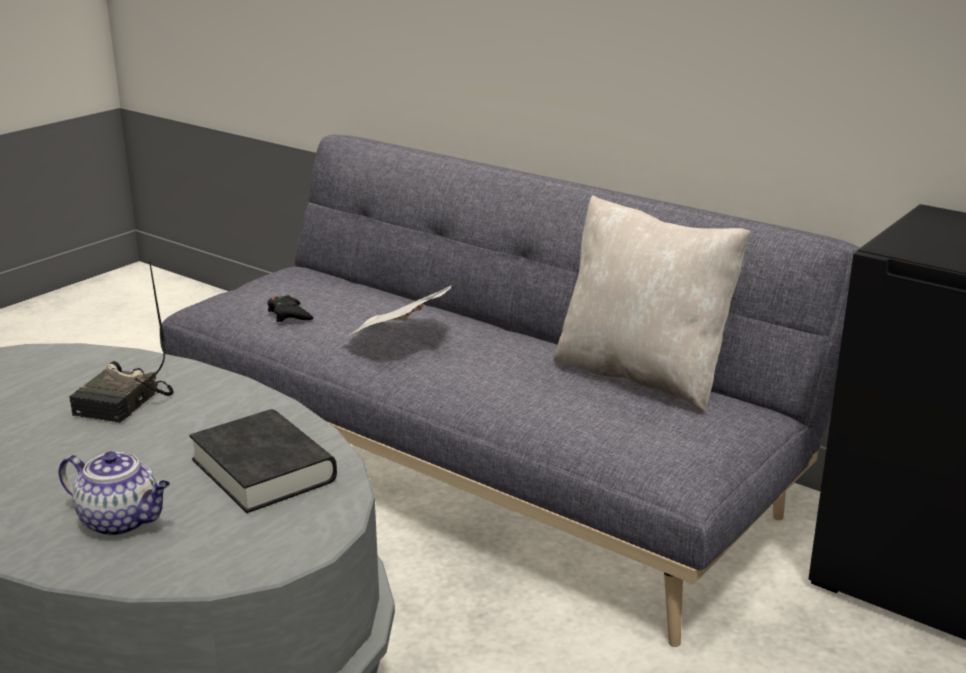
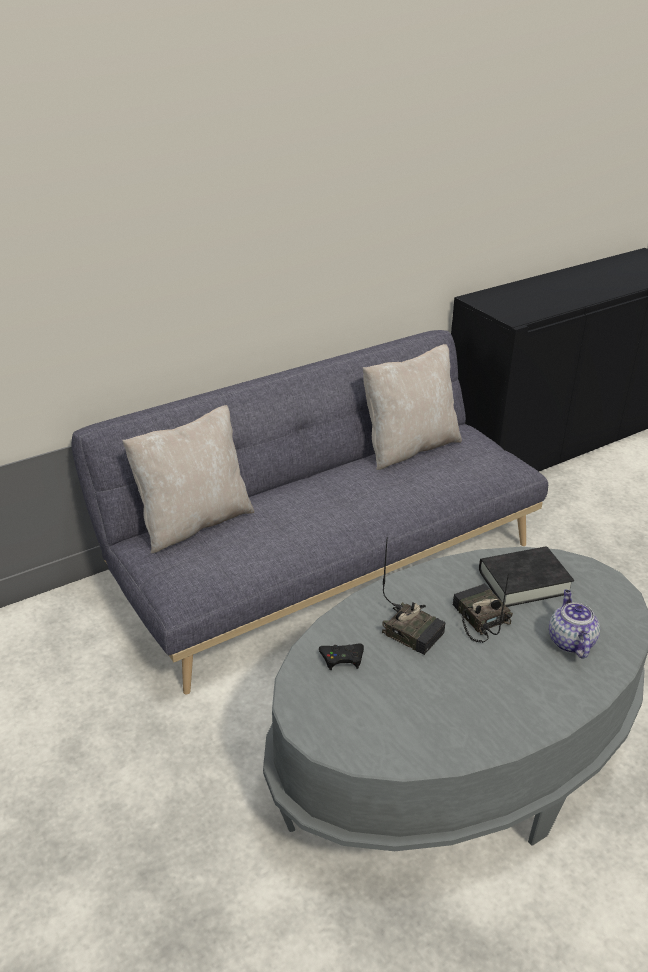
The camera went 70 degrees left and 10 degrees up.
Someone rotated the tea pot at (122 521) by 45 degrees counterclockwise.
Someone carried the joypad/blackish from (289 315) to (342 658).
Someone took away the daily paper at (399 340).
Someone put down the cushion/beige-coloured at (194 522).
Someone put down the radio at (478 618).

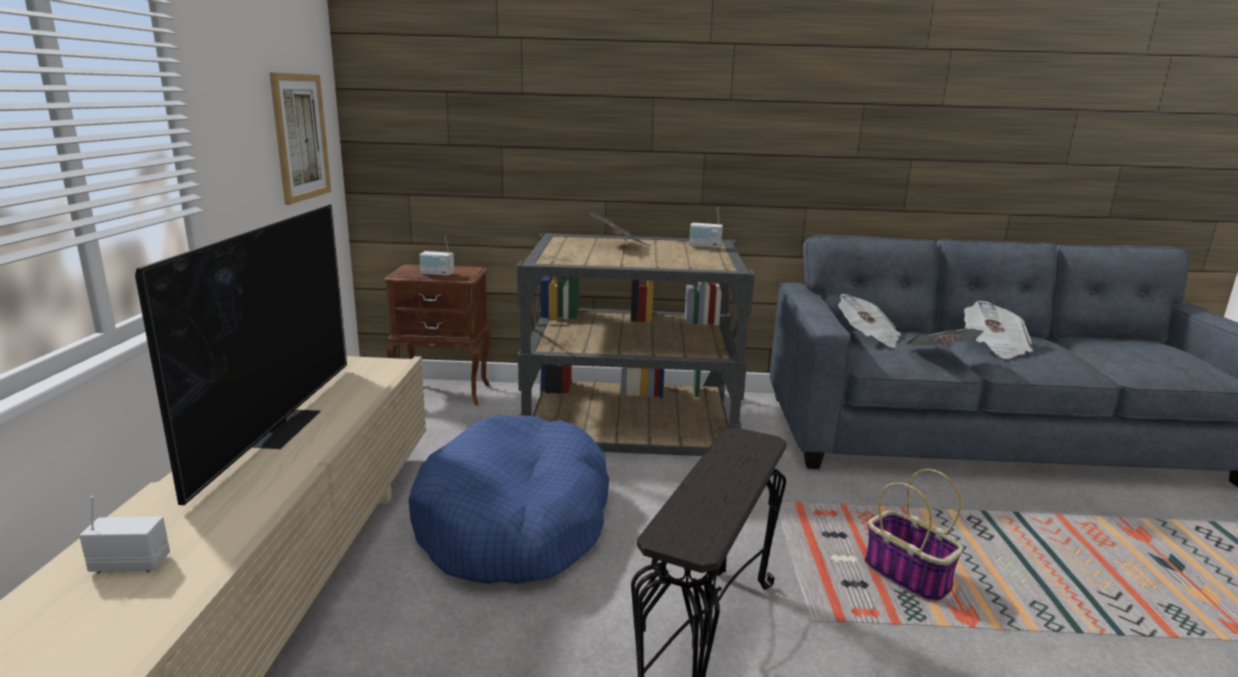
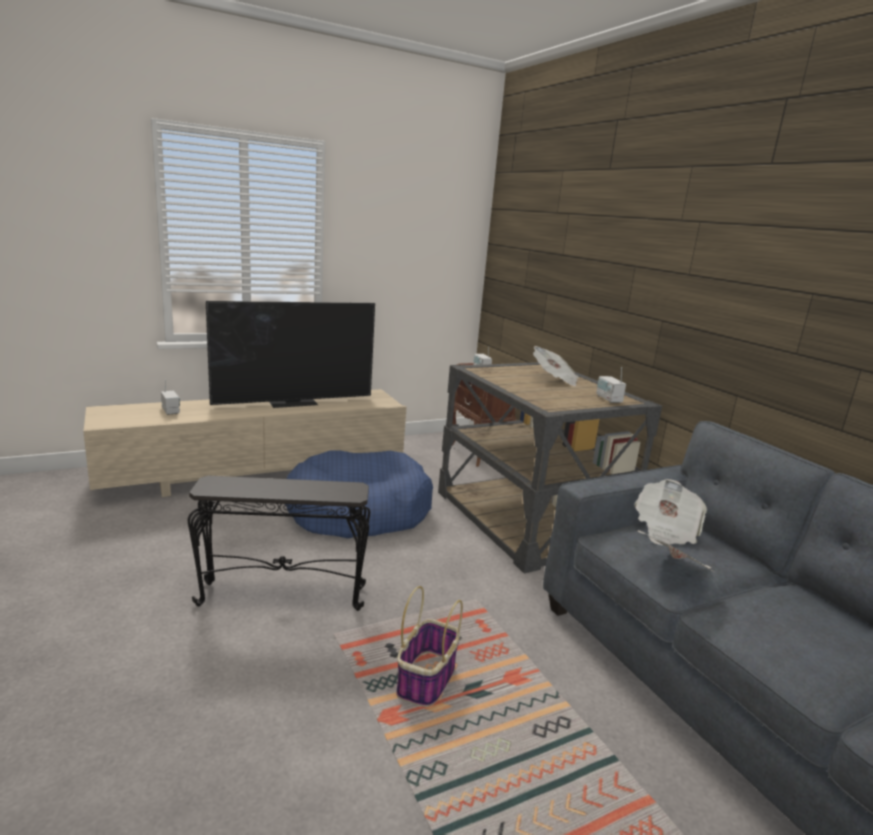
The camera went 60 degrees right and 0 degrees up.
Someone took away the wall picture at (301 137).
Someone took away the daily paper at (994 347).

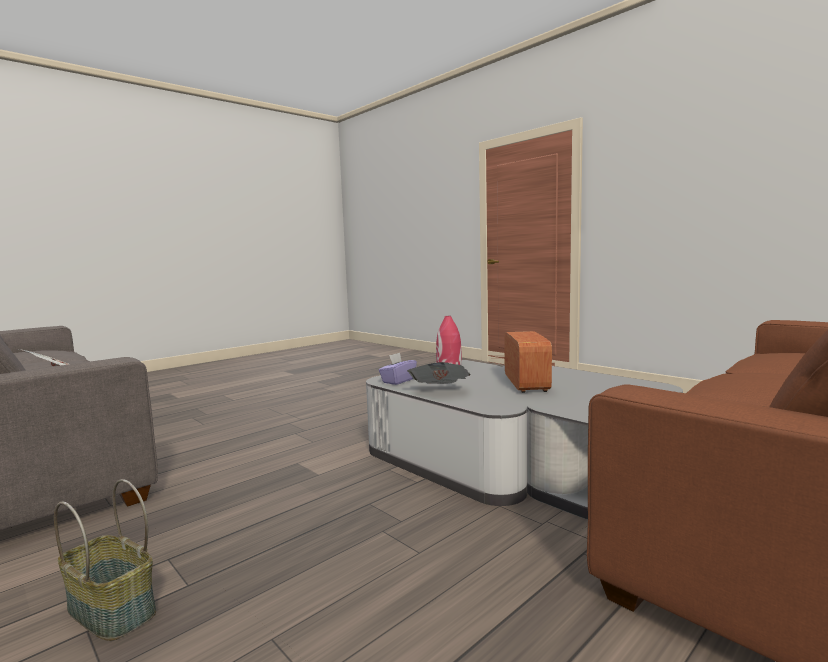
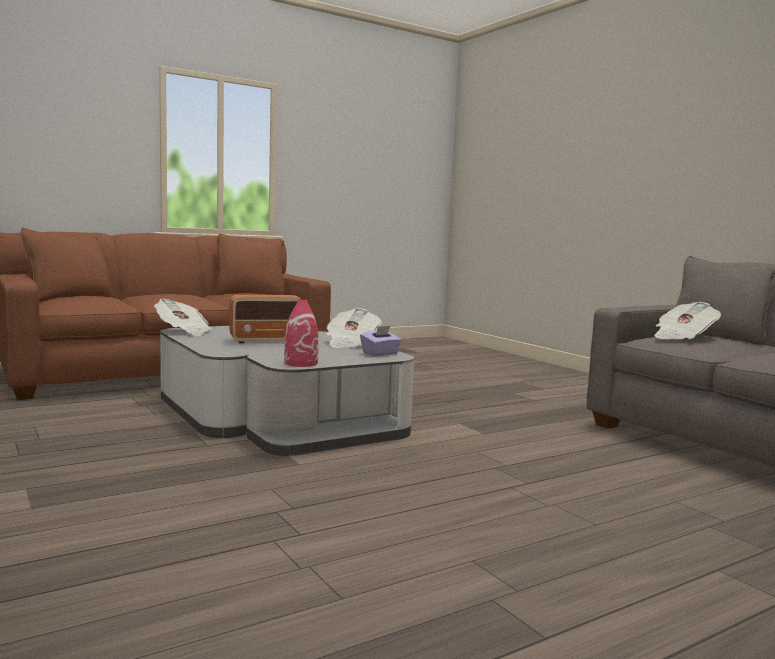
The camera went 170 degrees left and 0 degrees up.
Someone took away the basket at (109 611).
Someone rotated the radio at (526 383) by 120 degrees counterclockwise.
Someone put down the daily paper at (183 332).

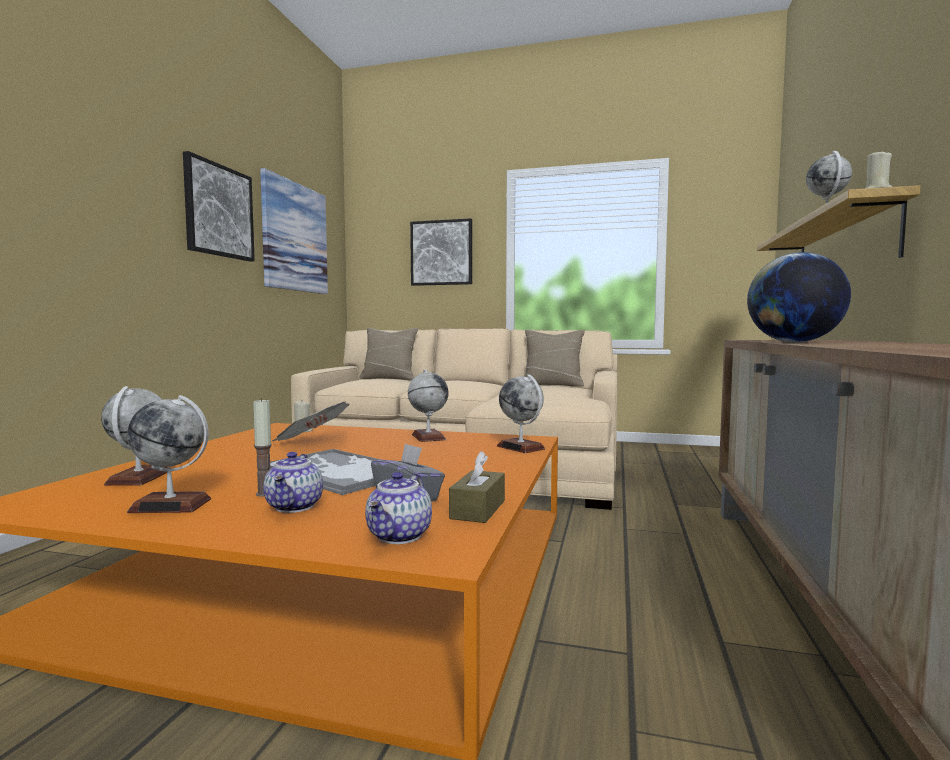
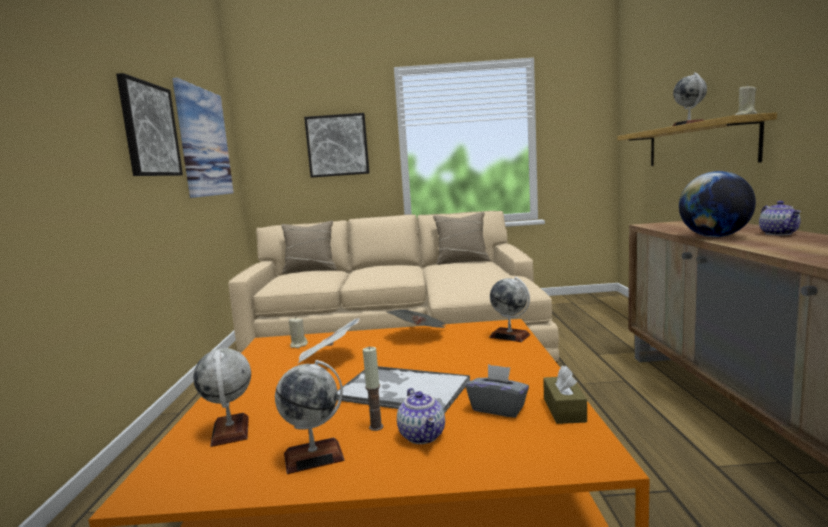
The camera went 15 degrees left and 5 degrees up.
Someone carried the tea pot from (400 536) to (779 233).
Someone swapped the desk globe at (428 437) for the daily paper at (420 335).

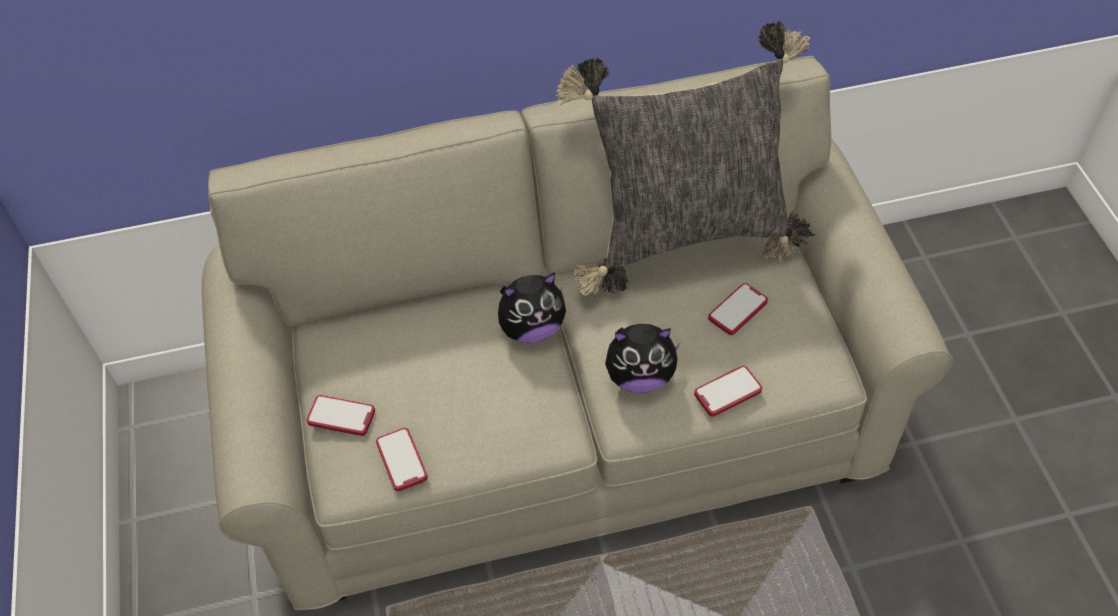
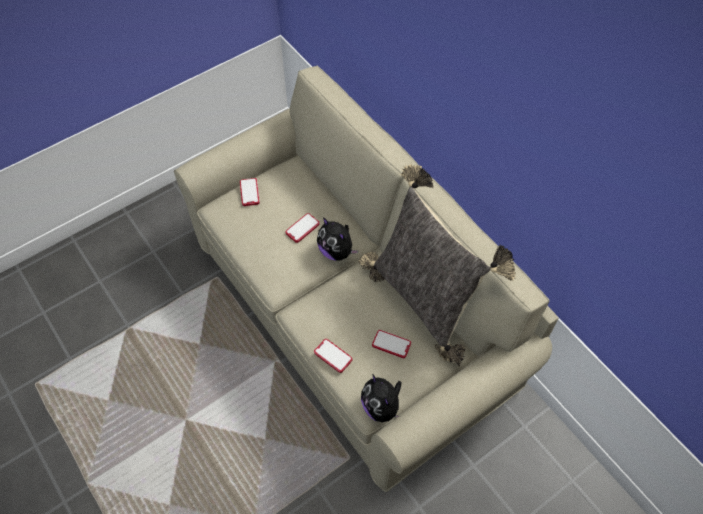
The camera went 65 degrees right and 5 degrees up.
Someone carried the phone from (402 460) to (302 228).
Someone carried the cuddly toy from (640 377) to (382 407).

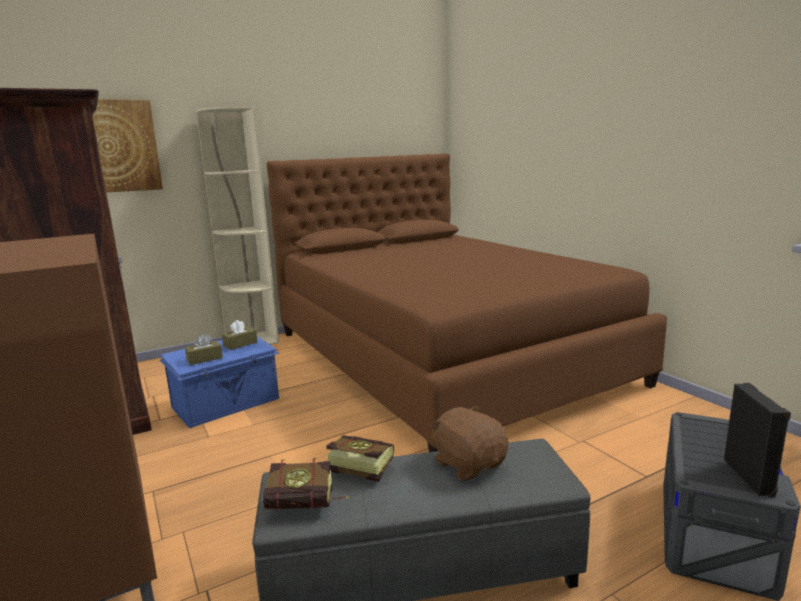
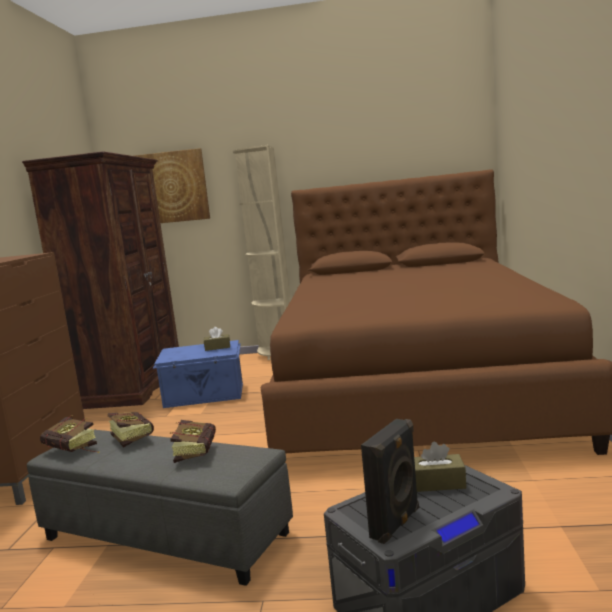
The camera went 35 degrees right and 5 degrees down.
Someone carried the box of tissues/brown-coloured from (204 359) to (436 483).
Someone swapped the cuddly toy/brown-coloured at (468 464) for the book at (197 452).

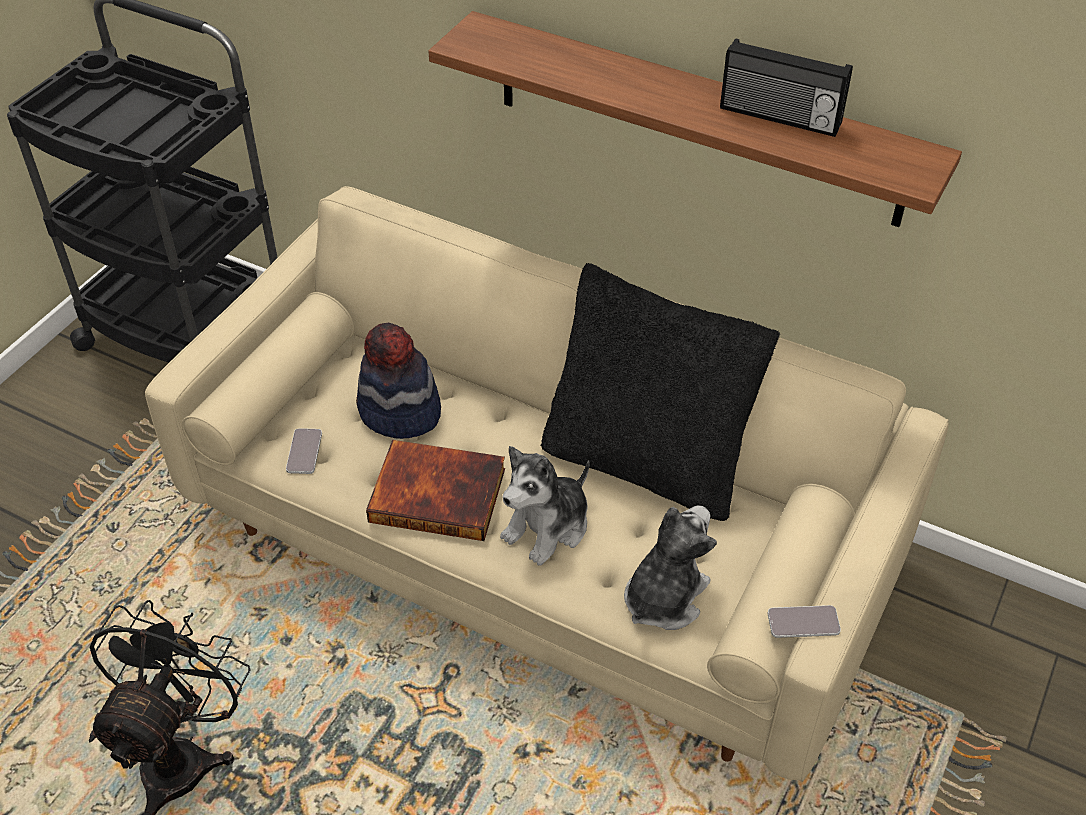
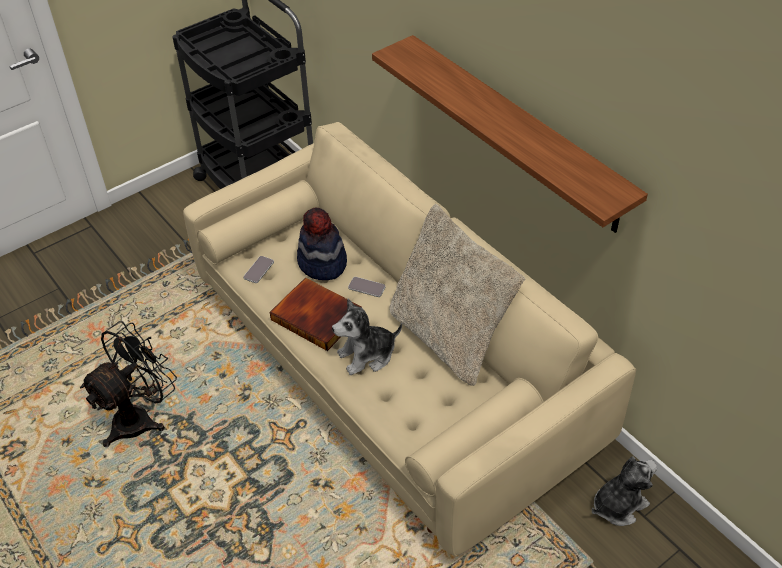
The camera went 25 degrees right and 0 degrees up.
Someone repainted the cushion/blackish at (648 456), which became the cushion/beige-coloured at (449 334).
Someone carried the cuddly toy from (664 597) to (618 504).
Someone took away the radio at (779 117).
Someone carried the phone from (803 622) to (366 287).

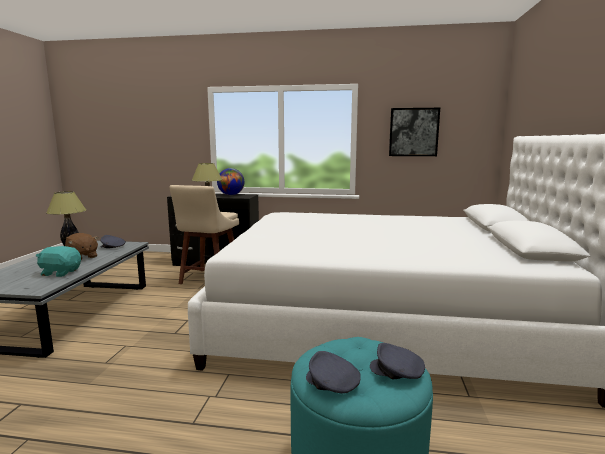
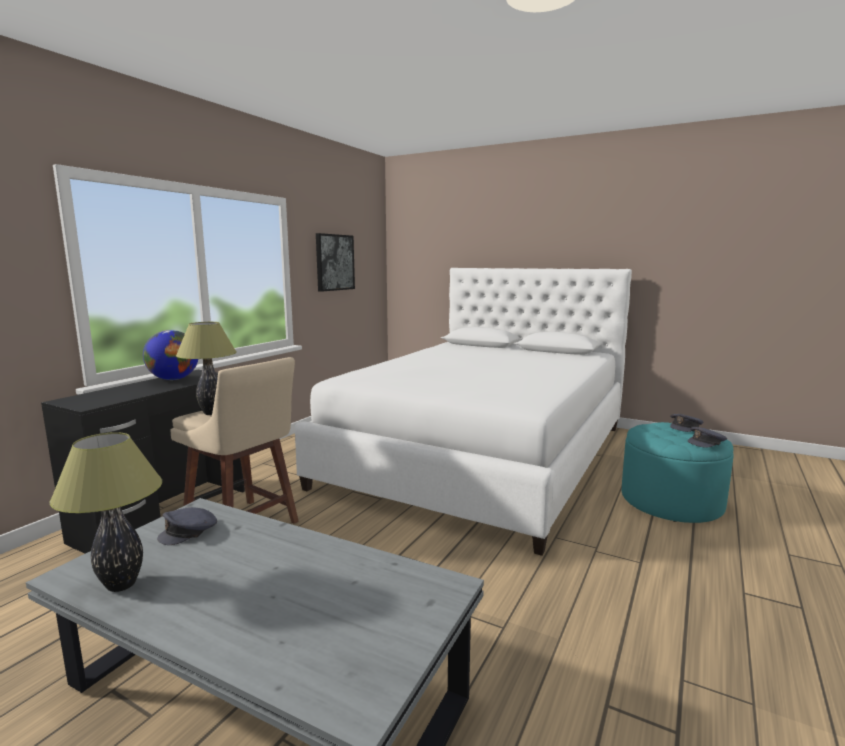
The camera went 70 degrees left and 0 degrees up.
Someone took away the cuddly toy/blue-green at (60 272).
Someone took away the cuddly toy/brown-coloured at (82 257).

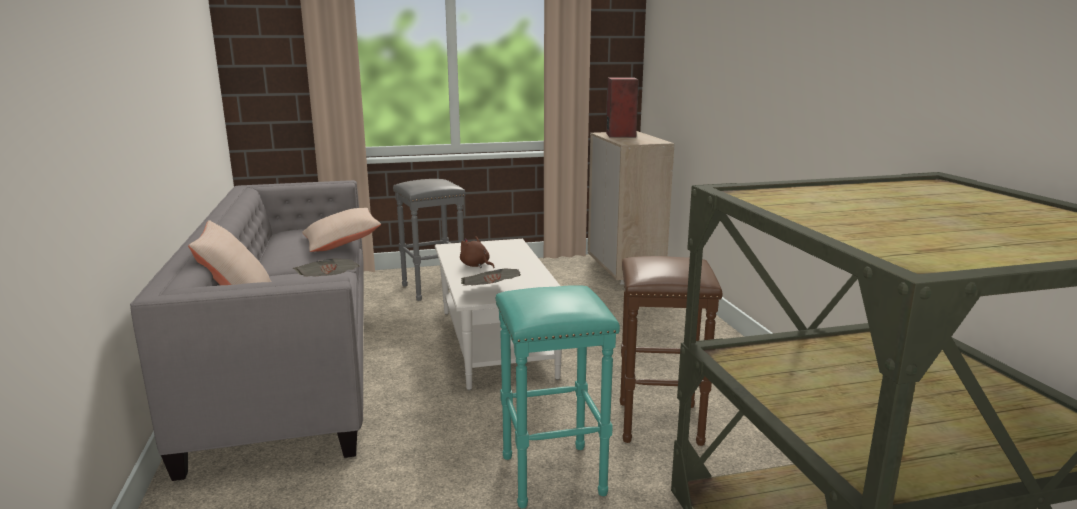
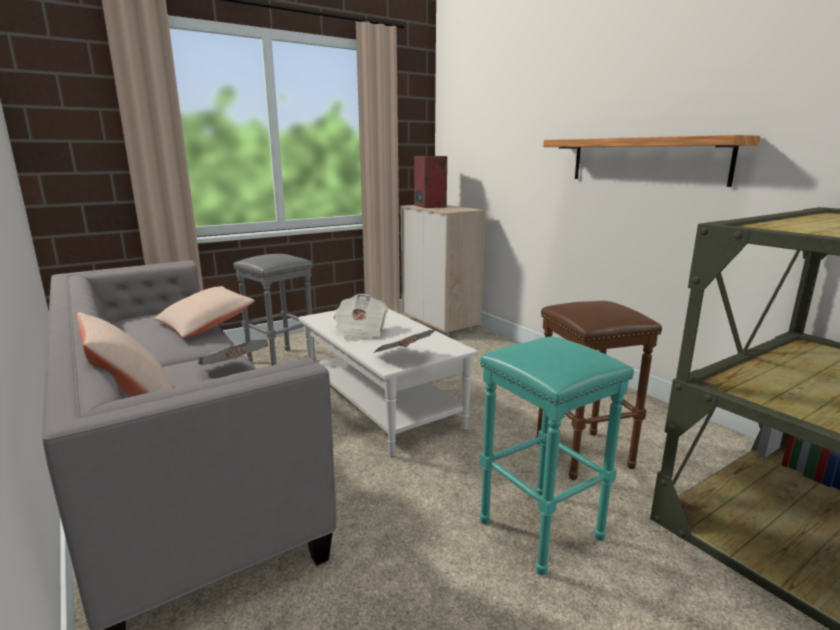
The camera went 20 degrees left and 0 degrees up.
Someone swapped the cuddly toy/brown-coloured at (476 265) for the daily paper at (360 332).
Someone put up the bracket shelf at (646 160).

